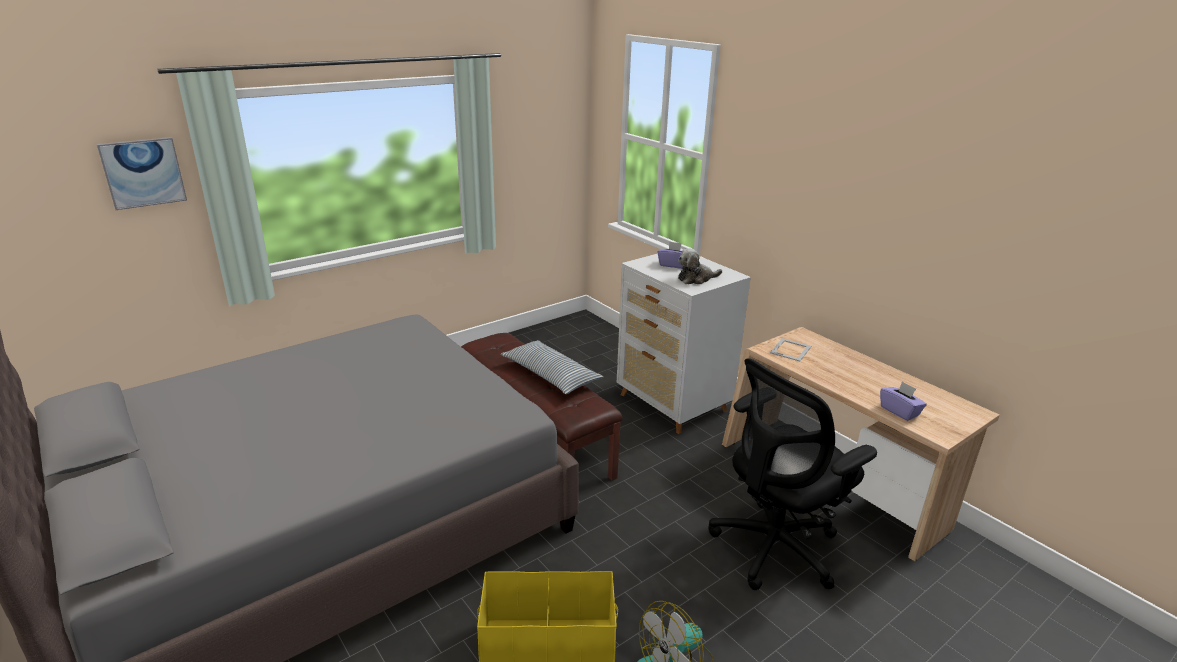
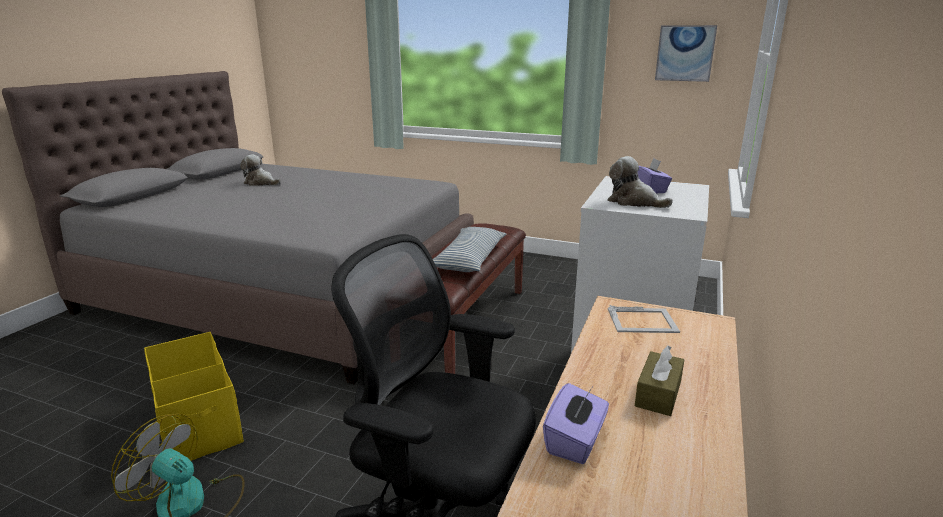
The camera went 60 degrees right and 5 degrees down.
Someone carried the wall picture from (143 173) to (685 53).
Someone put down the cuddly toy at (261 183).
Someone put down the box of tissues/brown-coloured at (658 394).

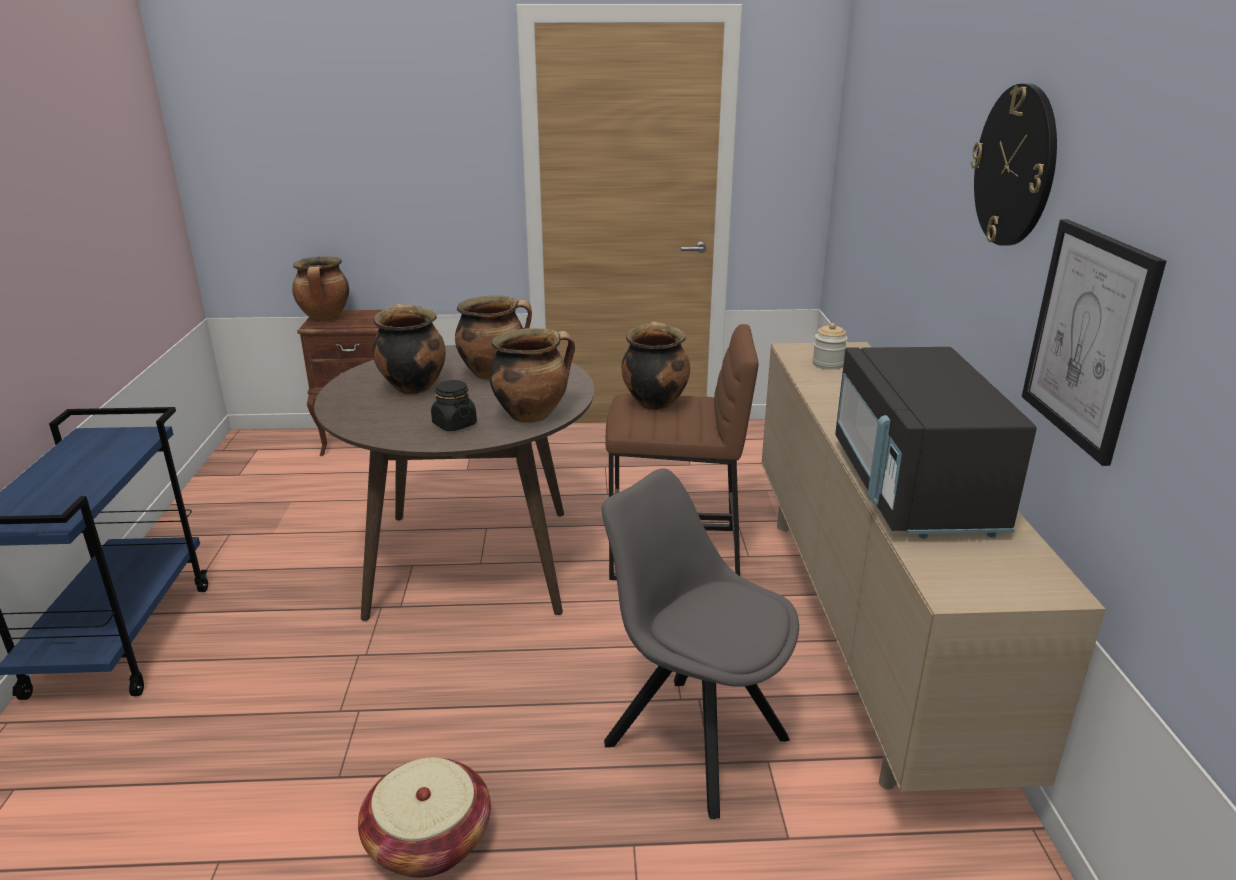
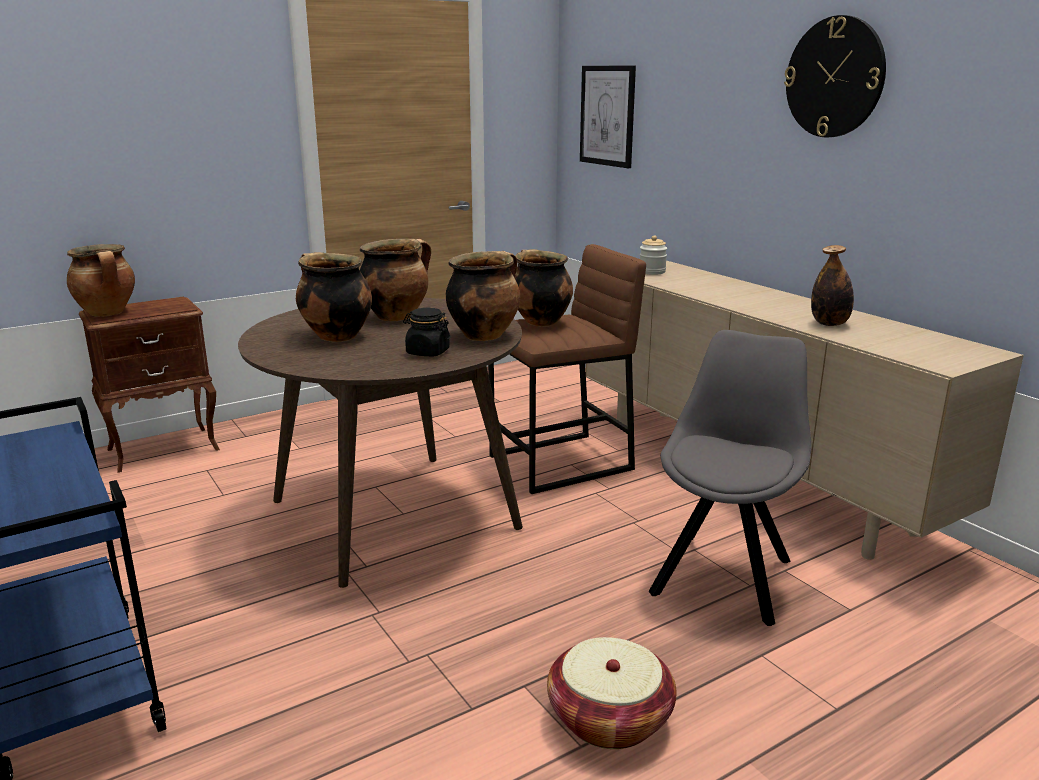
The camera went 30 degrees left and 5 degrees down.
Someone rotated the plain chair/gray at (694 741) by 105 degrees clockwise.
Someone swapped the microwave/blackish at (913 489) for the beverage bottle at (829 324).
Someone carried the wall picture from (1088 338) to (607 116).

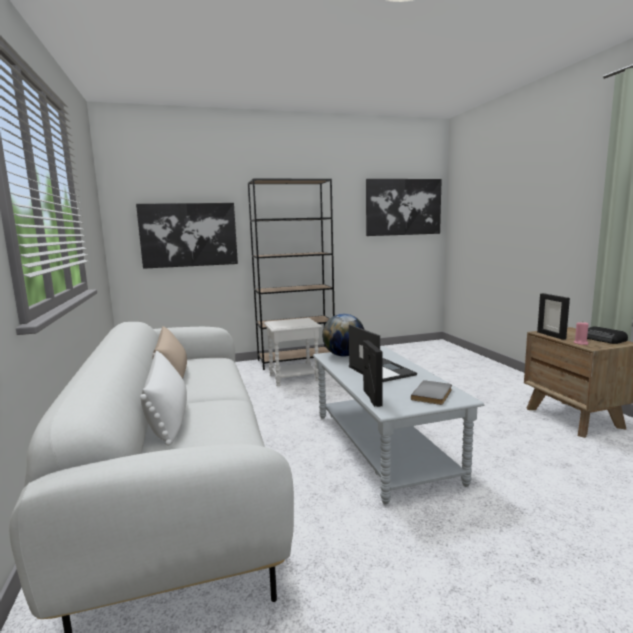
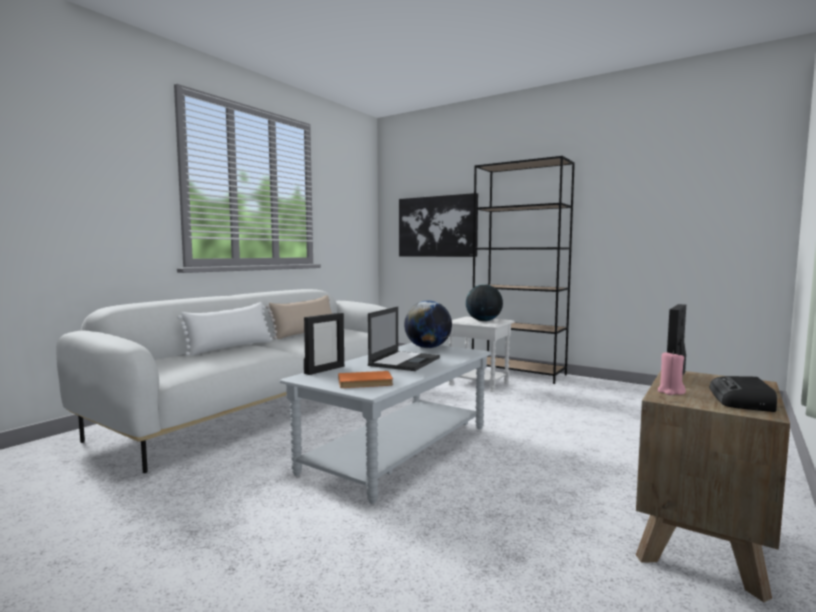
The camera went 50 degrees right and 5 degrees down.
Someone took away the wall picture at (403 207).
Someone repainted the book/gray at (433 394), which became the book/orangey at (365 382).
Someone put down the desk globe at (483 321).

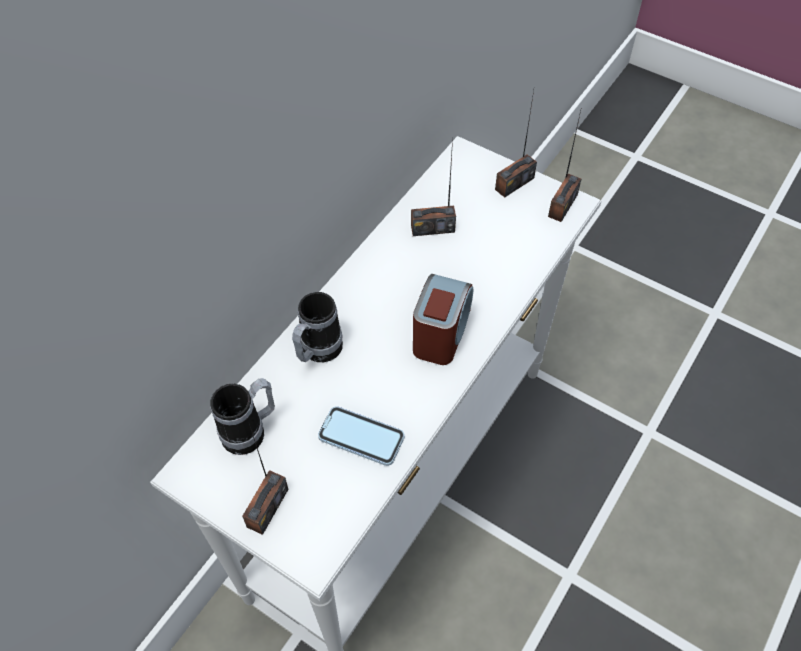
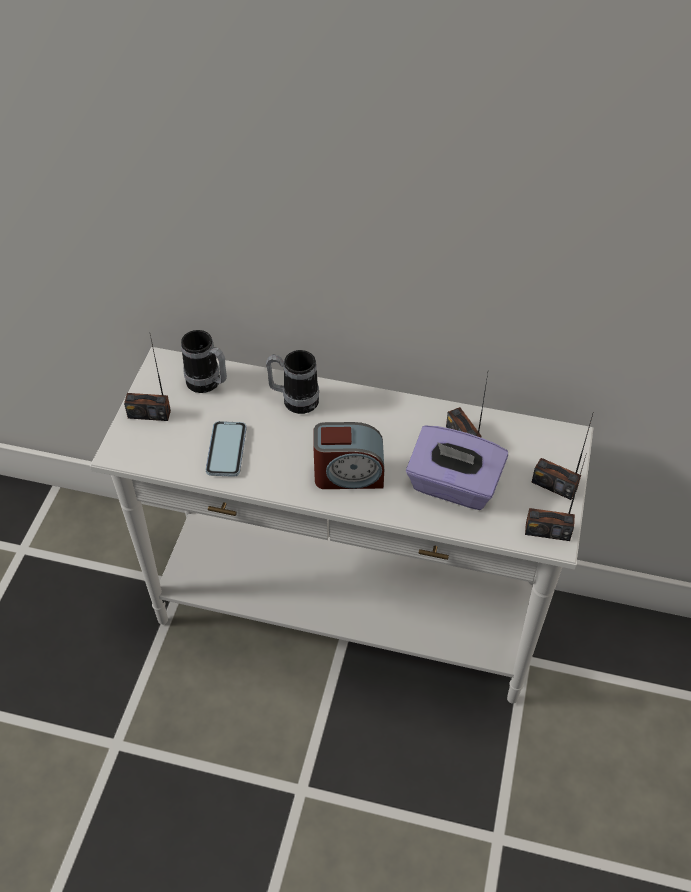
The camera went 70 degrees right and 5 degrees down.
Someone put down the box of tissues/purple at (453 486).

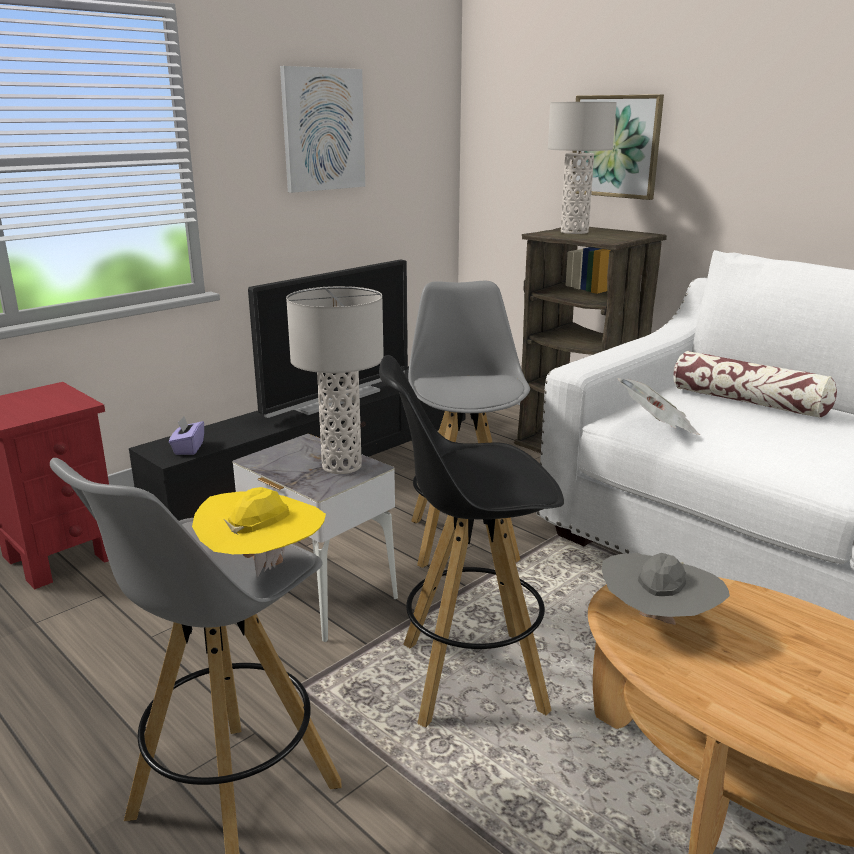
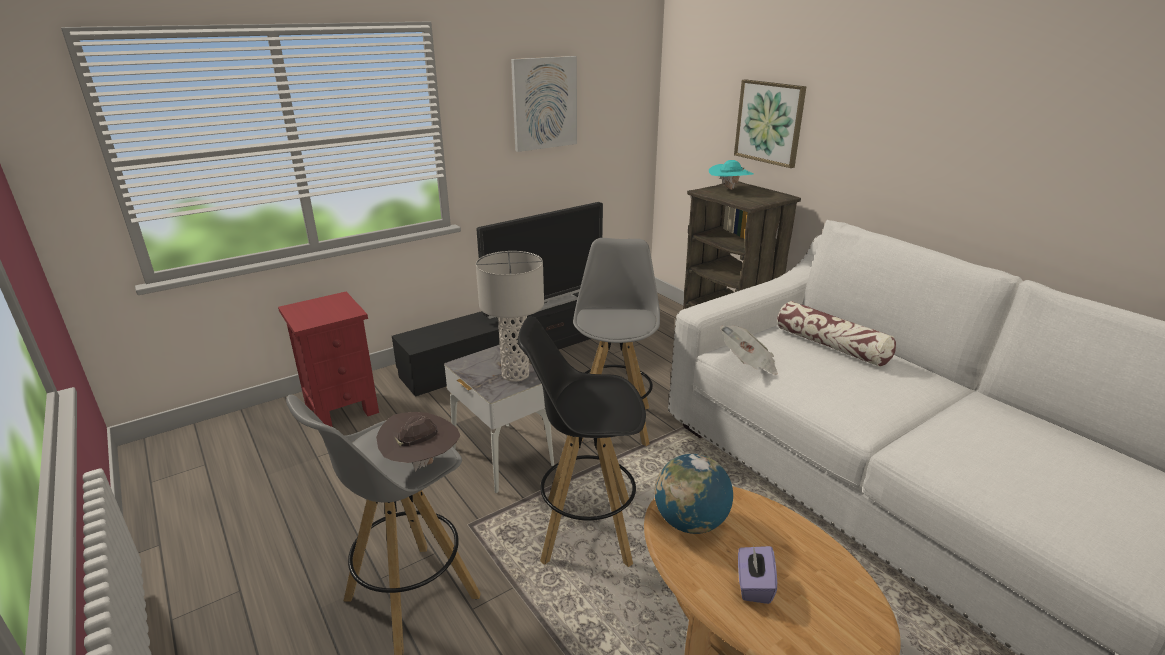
The camera went 10 degrees right and 5 degrees up.
Someone carried the box of tissues/purple from (188 448) to (753 585).
Someone repainted the hat/yellow-coloured at (264 565), which became the hat/brown-coloured at (422 463).
Someone swapped the table lamp/white-coloured at (573 232) for the hat/blue-green at (729 190).
Someone swapped the hat/gray at (657 622) for the desk globe at (690 522).

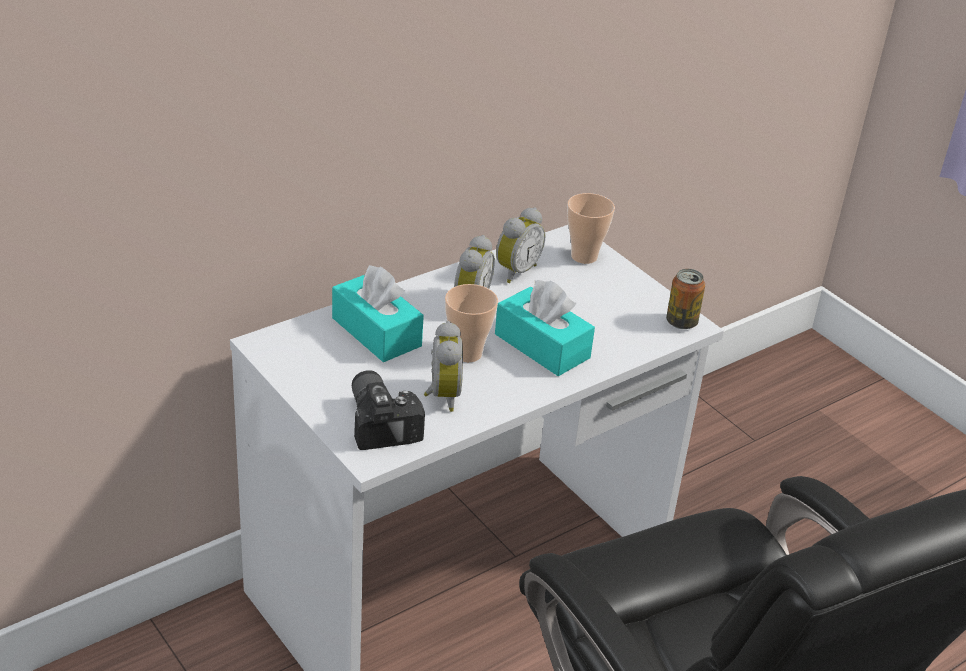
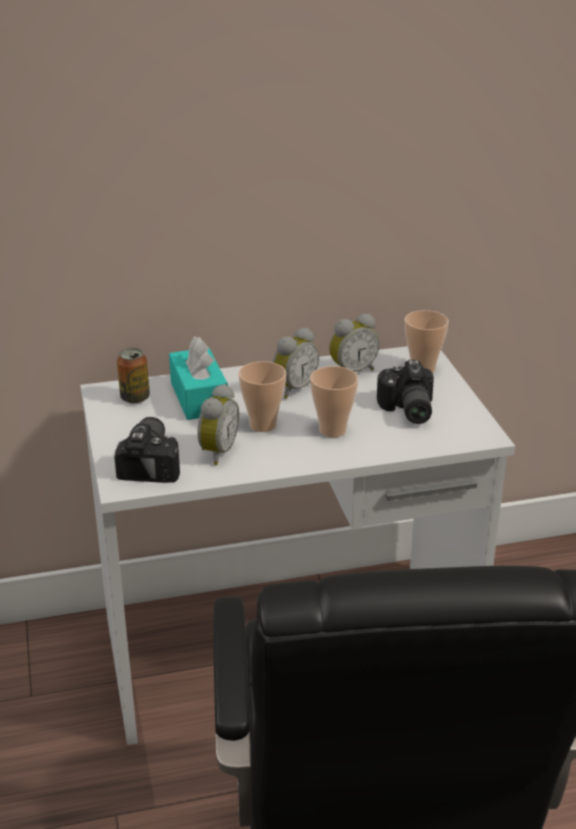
The camera went 25 degrees right and 5 degrees down.
Someone swapped the box of tissues/blue-green at (542 346) for the cup at (332 430).
Someone carried the can from (681 322) to (135 398).
Someone put down the photo camera at (406 410).

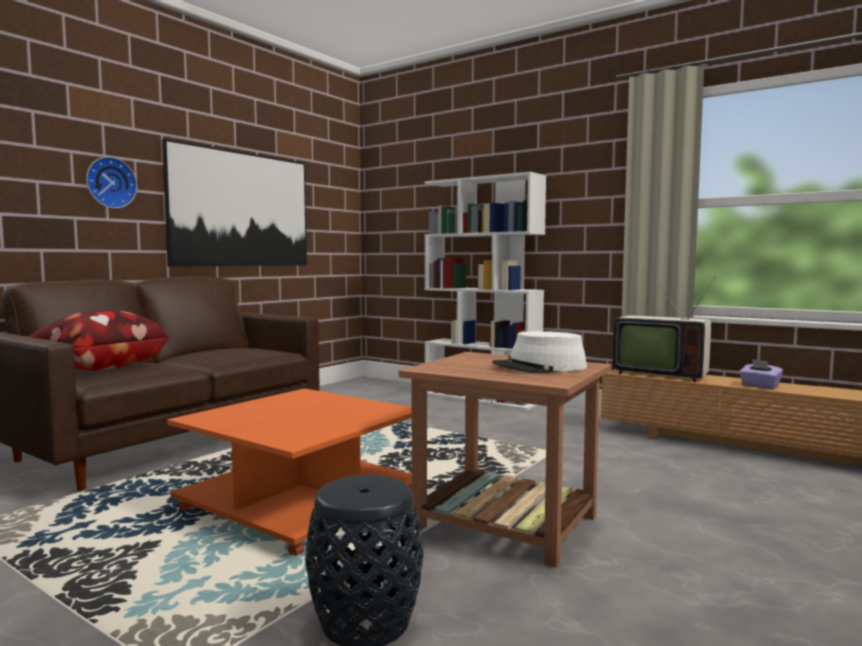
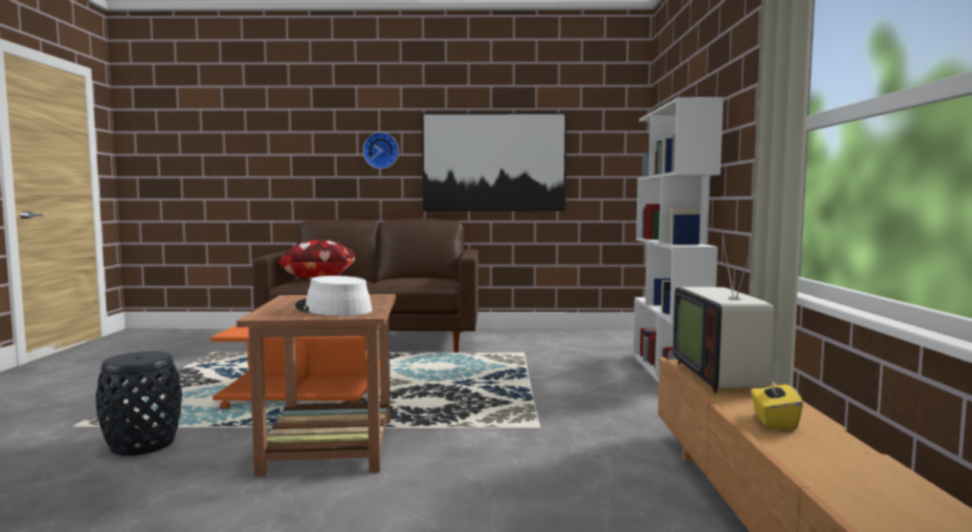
The camera went 55 degrees right and 0 degrees up.
Someone repainted the box of tissues/purple at (759 386), which became the box of tissues/yellow-coloured at (774 421).

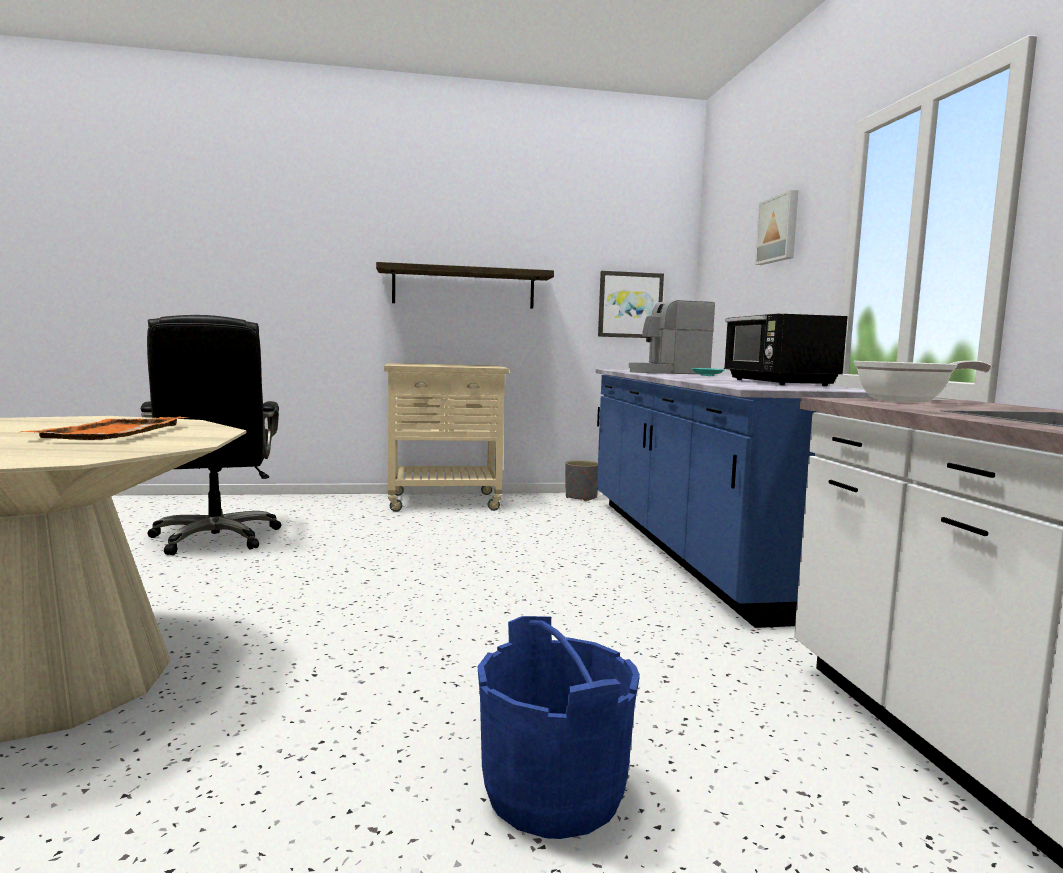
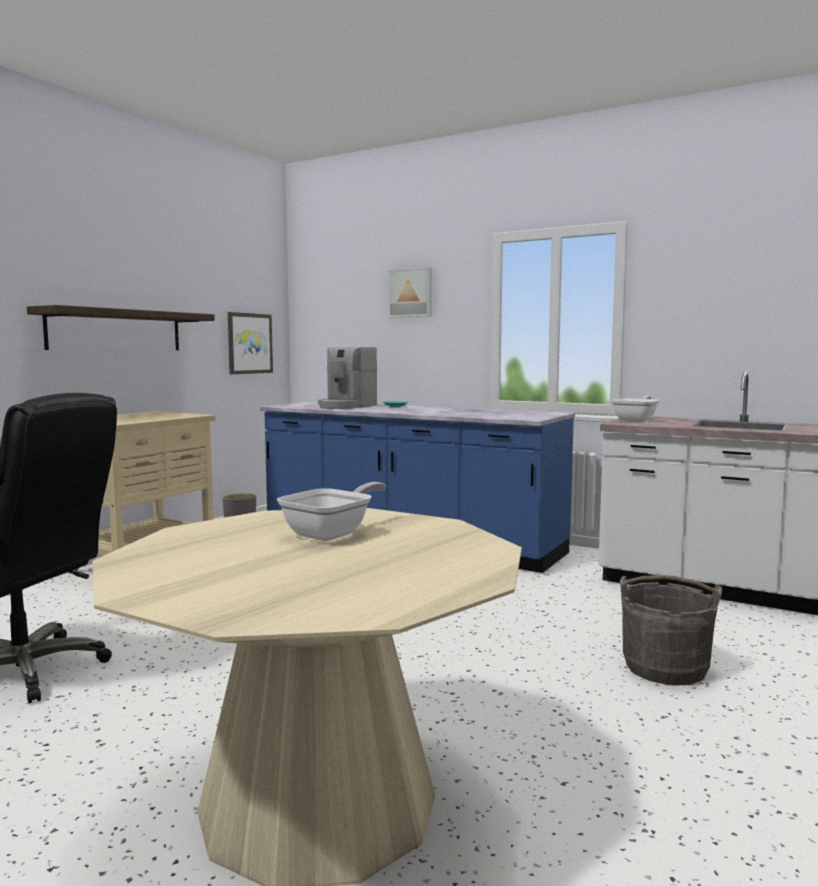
The camera went 50 degrees left and 0 degrees up.
Someone swapped the carrying tray/orangey at (112 433) for the skillet at (333 533).
Someone repainted the bucket/bluish at (553 793), which became the bucket/gray at (665 668).
Someone took away the microwave/blackish at (777 383).

